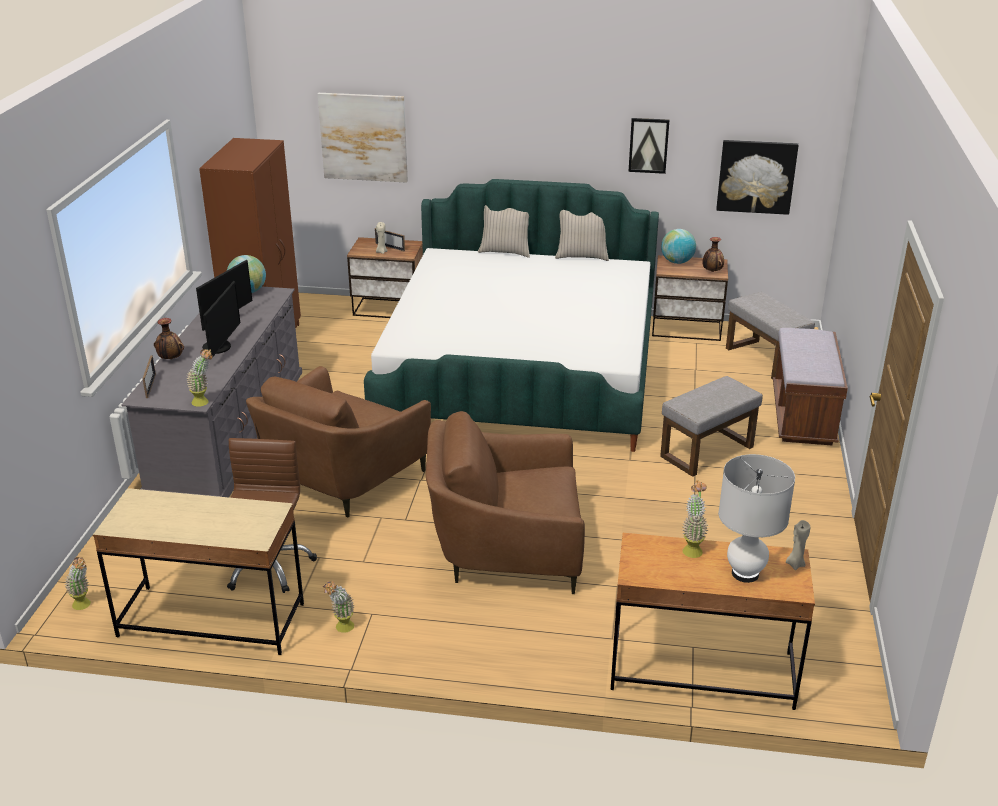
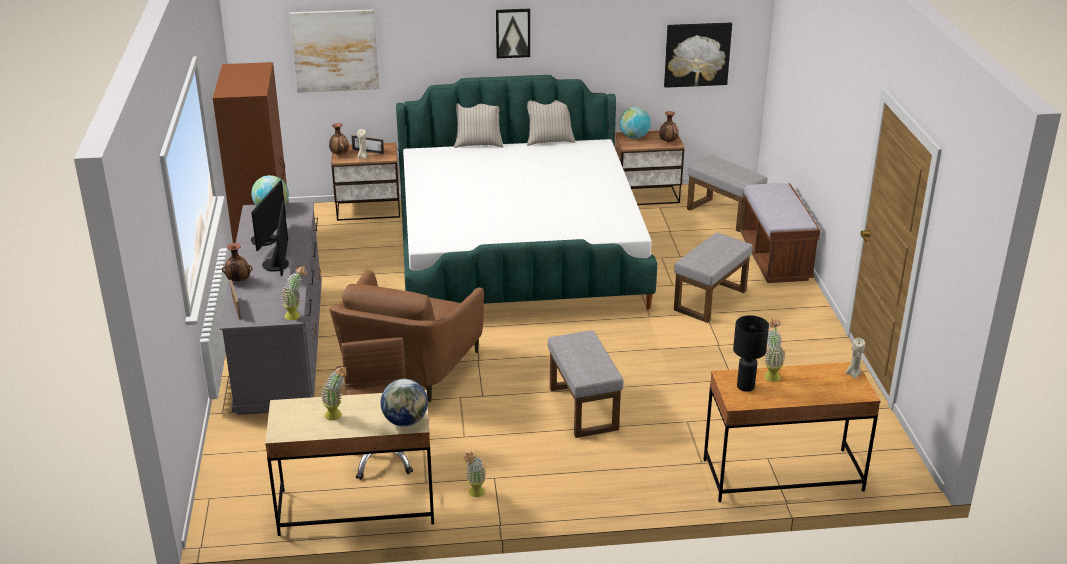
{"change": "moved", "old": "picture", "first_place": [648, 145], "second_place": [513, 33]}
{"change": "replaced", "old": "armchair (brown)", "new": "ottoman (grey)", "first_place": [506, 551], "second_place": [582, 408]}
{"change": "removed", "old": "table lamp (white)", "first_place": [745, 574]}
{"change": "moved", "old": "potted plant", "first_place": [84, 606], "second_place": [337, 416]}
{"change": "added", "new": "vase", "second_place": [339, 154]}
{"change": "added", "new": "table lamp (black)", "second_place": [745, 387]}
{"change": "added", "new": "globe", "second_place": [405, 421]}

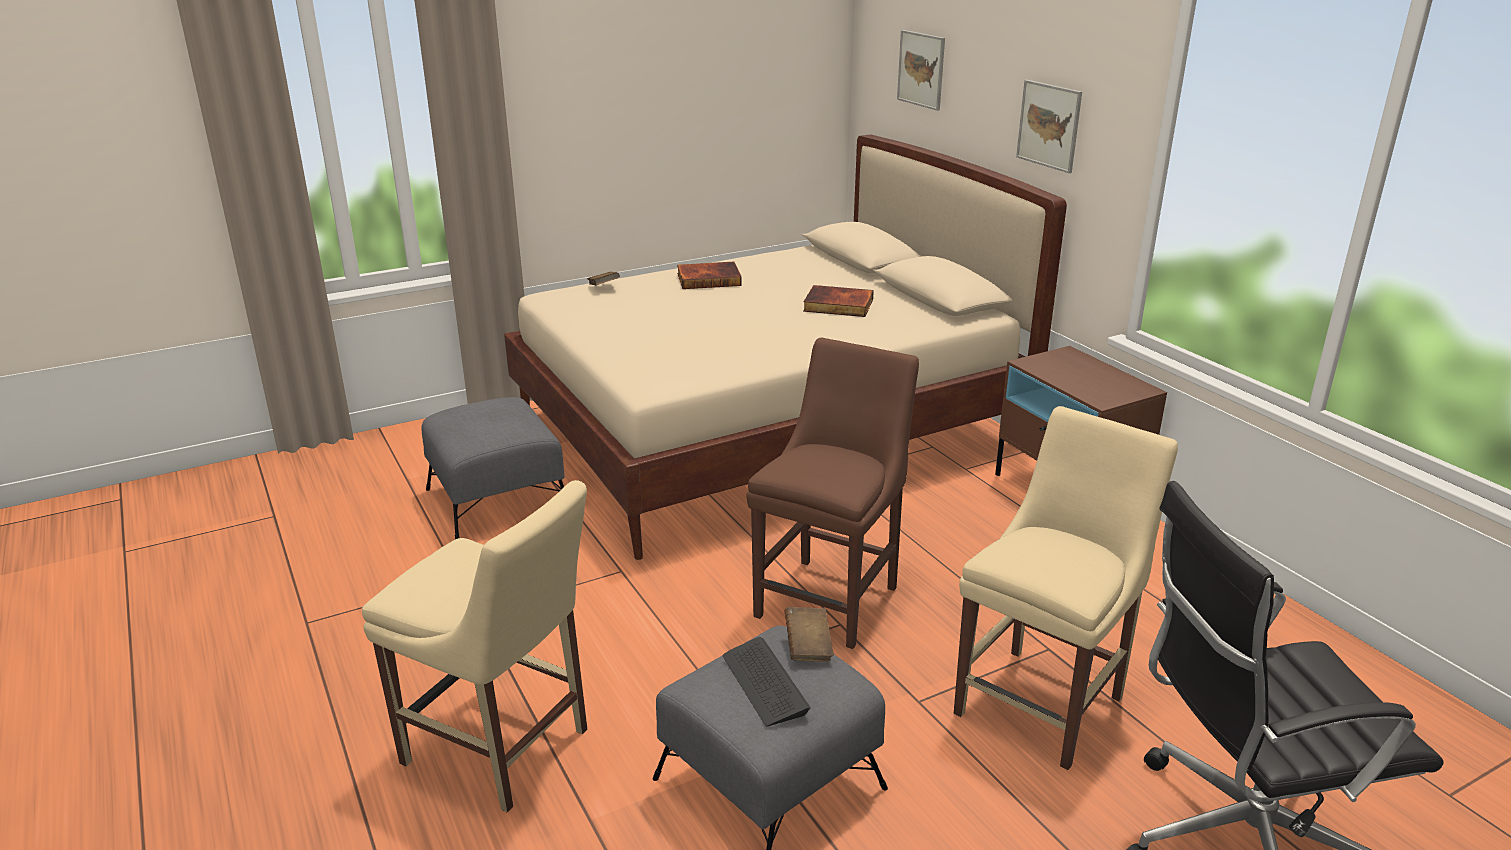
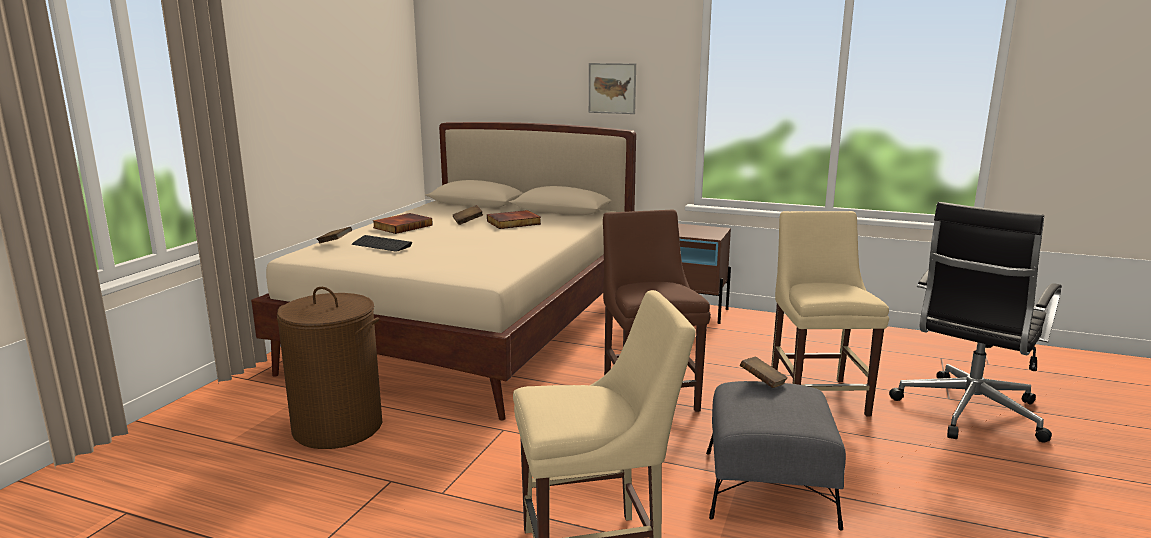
{"change": "removed", "old": "picture", "first_place": [921, 69]}
{"change": "replaced", "old": "ottoman (grey)", "new": "laundry basket (brown)", "first_place": [497, 501], "second_place": [338, 427]}
{"change": "moved", "old": "keyboard", "first_place": [764, 683], "second_place": [381, 245]}
{"change": "added", "new": "book (brown)", "second_place": [468, 222]}

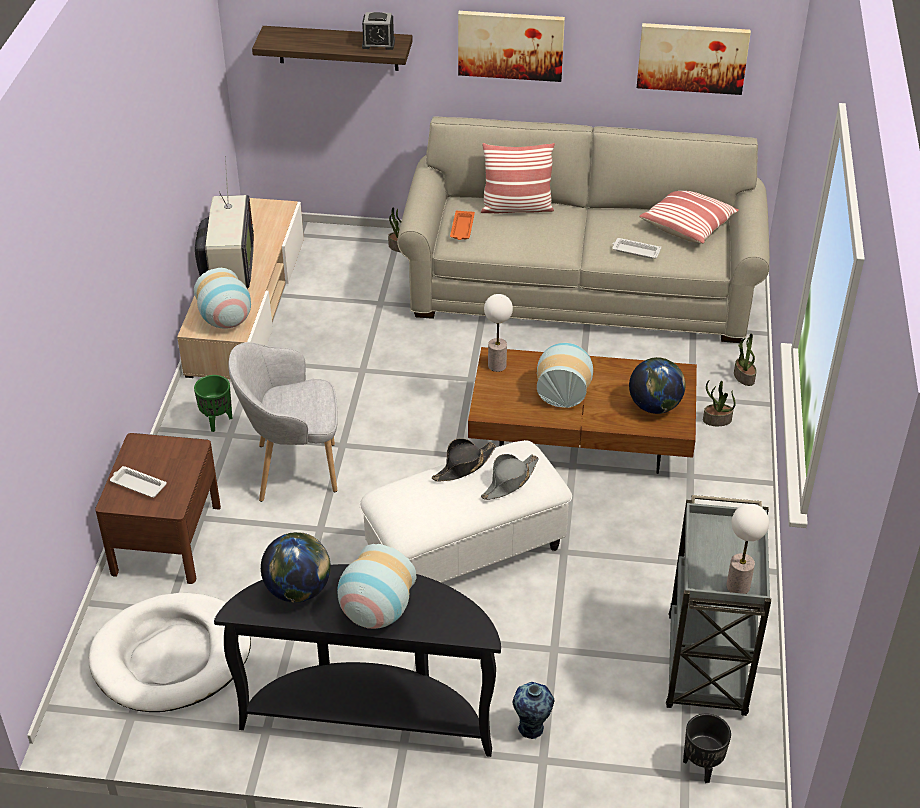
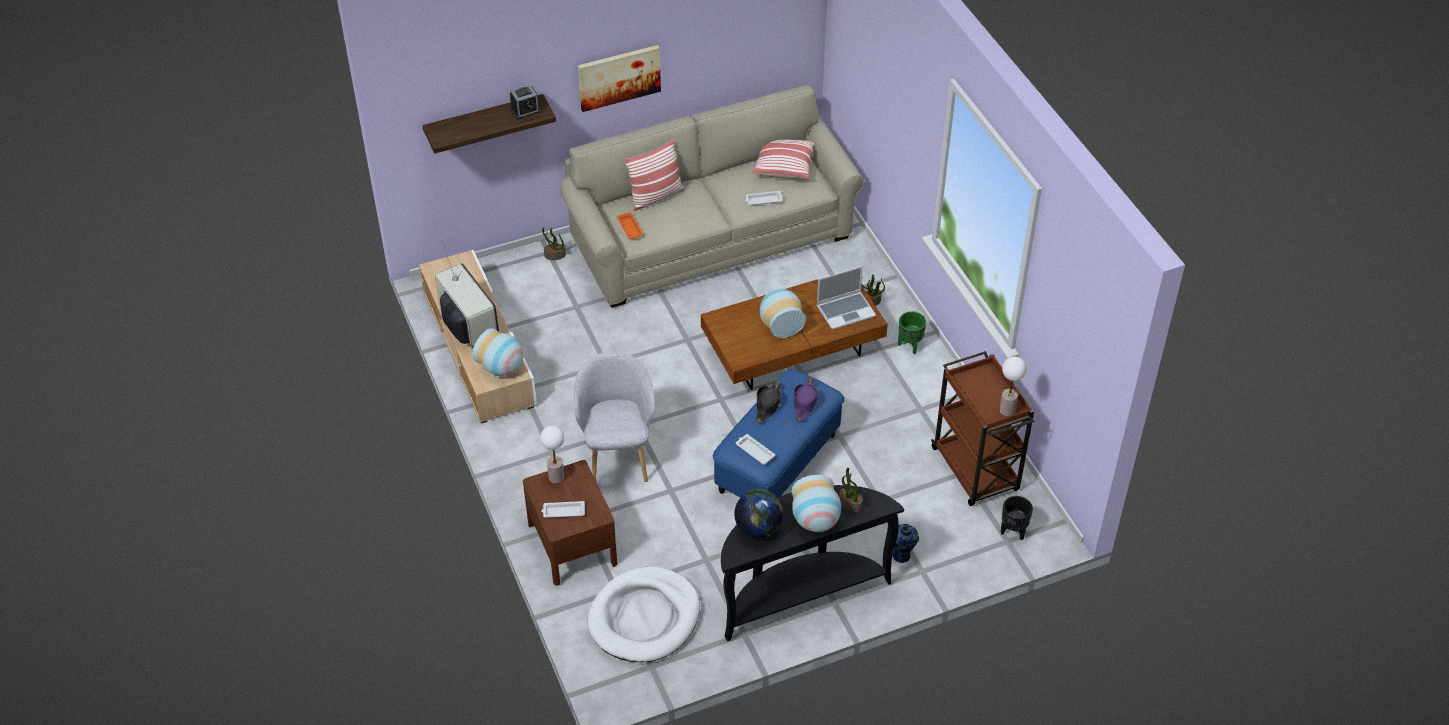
{"change": "removed", "old": "picture", "first_place": [692, 57]}
{"change": "moved", "old": "table lamp", "first_place": [497, 365], "second_place": [556, 477]}
{"change": "moved", "old": "potted plant", "first_place": [743, 377], "second_place": [849, 504]}
{"change": "turned", "old": "armchair (grey)", "first_place": [293, 470], "second_place": [618, 458], "degrees": 120}
{"change": "replaced", "old": "globe", "new": "laptop", "first_place": [654, 406], "second_place": [846, 311]}
{"change": "moved", "old": "planter (green)", "first_place": [217, 421], "second_place": [910, 345]}
{"change": "recoloured", "old": "ottoman (white)", "new": "ottoman (blue)", "first_place": [465, 553], "second_place": [778, 464]}
{"change": "recoloured", "old": "hat (grey)", "new": "hat (purple)", "first_place": [509, 481], "second_place": [805, 403]}
{"change": "recoloured", "old": "cart (grey)", "new": "cart (brown)", "first_place": [706, 667], "second_place": [976, 471]}
{"change": "added", "new": "tray (white)", "second_place": [754, 451]}

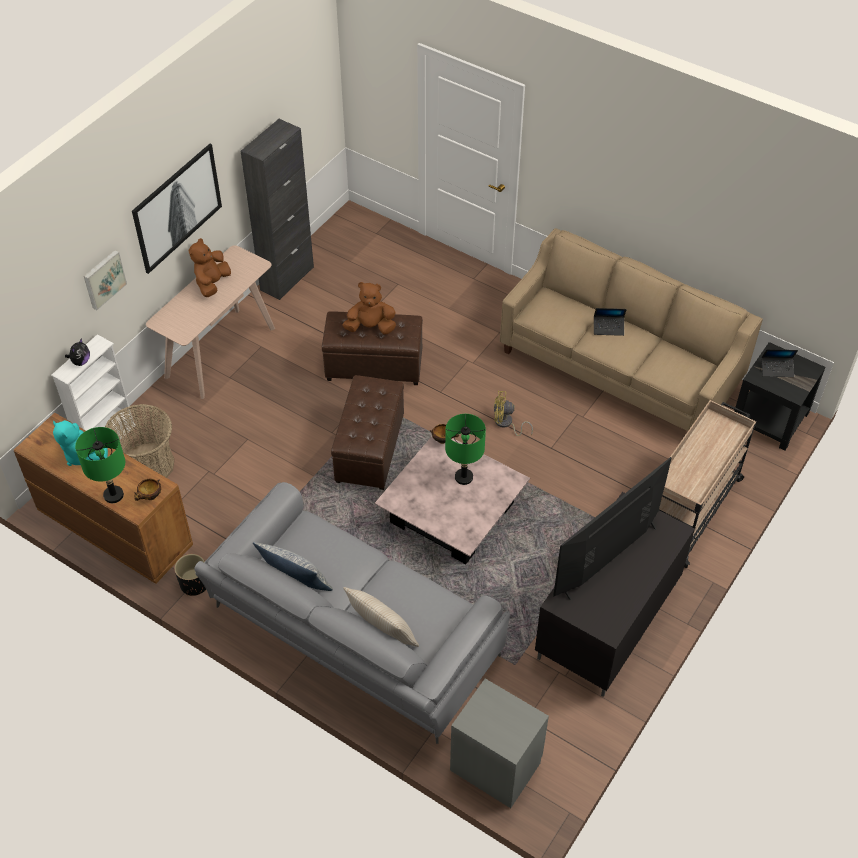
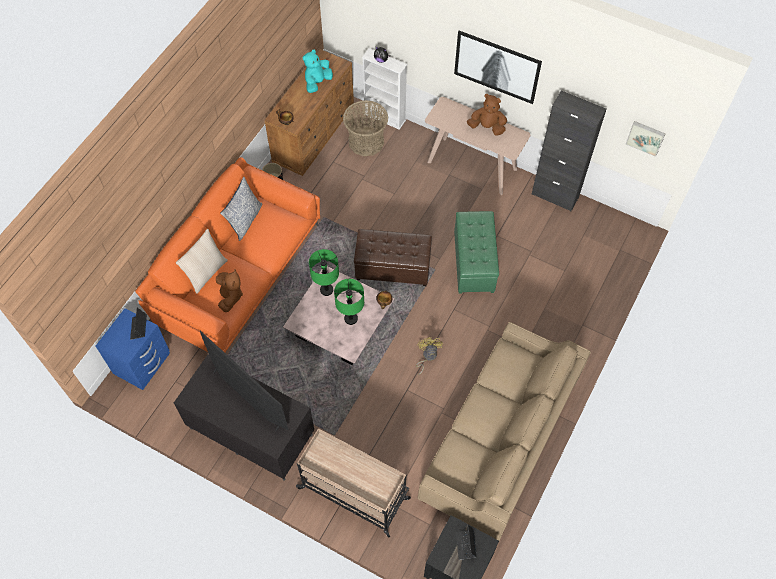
{"change": "moved", "old": "picture", "first_place": [103, 279], "second_place": [645, 137]}
{"change": "moved", "old": "plush toy (brown)", "first_place": [370, 327], "second_place": [230, 296]}
{"change": "moved", "old": "laptop", "first_place": [608, 328], "second_place": [139, 328]}
{"change": "recoloured", "old": "ottoman (brown)", "new": "ottoman (green)", "first_place": [374, 365], "second_place": [474, 262]}
{"change": "moved", "old": "table lamp (green)", "first_place": [113, 495], "second_place": [326, 290]}
{"change": "recoloured", "old": "sofa (grey)", "new": "sofa (orange)", "first_place": [352, 634], "second_place": [238, 273]}
{"change": "recoloured", "old": "nightstand (grey)", "new": "nightstand (blue)", "first_place": [496, 765], "second_place": [142, 364]}

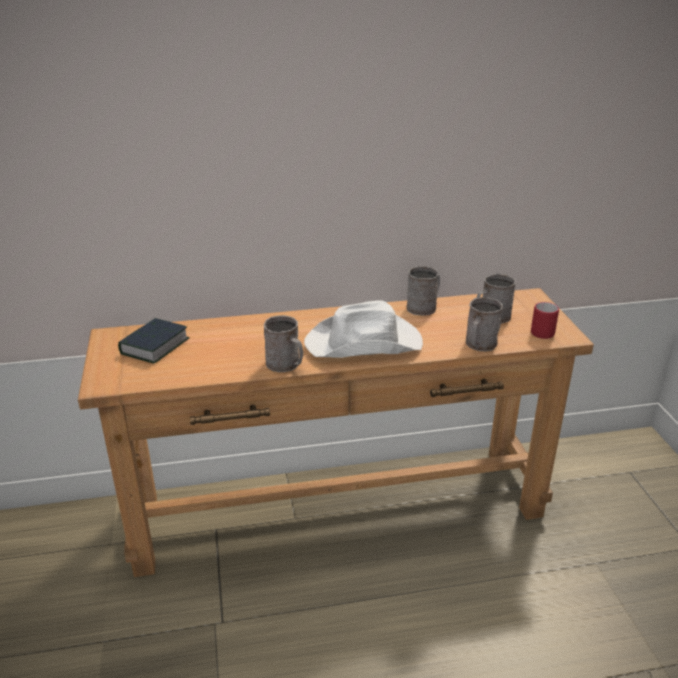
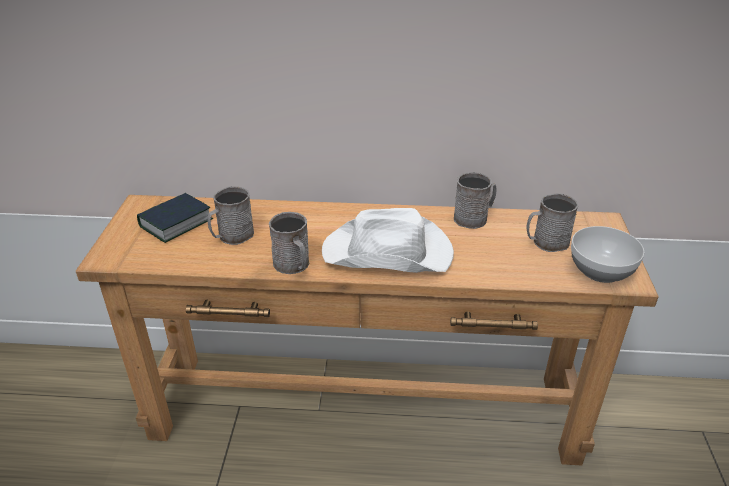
{"change": "moved", "old": "mug (grey)", "first_place": [479, 345], "second_place": [232, 237]}
{"change": "replaced", "old": "mug (red)", "new": "bowl", "first_place": [542, 331], "second_place": [600, 270]}

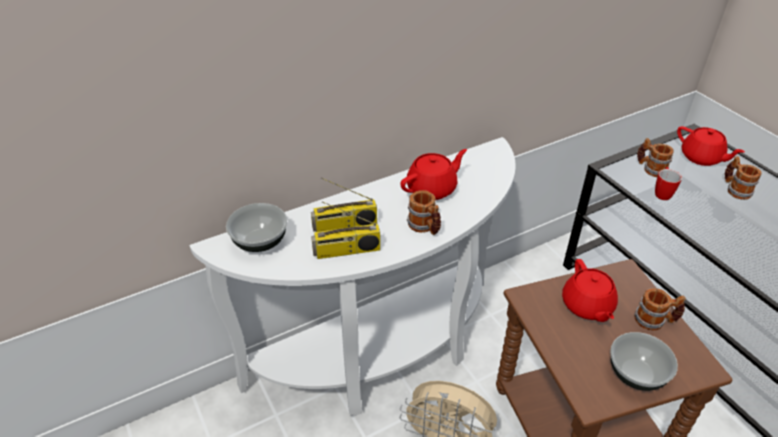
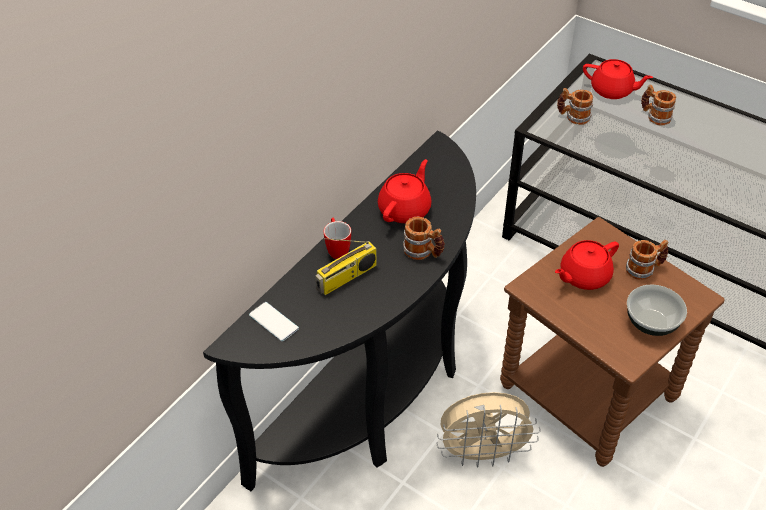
{"change": "recoloured", "old": "console table (white)", "new": "console table (black)", "first_place": [385, 355], "second_place": [377, 395]}
{"change": "moved", "old": "mug", "first_place": [662, 193], "second_place": [337, 249]}
{"change": "removed", "old": "radio", "first_place": [346, 251]}
{"change": "replaced", "old": "bowl", "new": "phone", "first_place": [260, 241], "second_place": [274, 322]}
{"change": "turned", "old": "teapot (red)", "first_place": [587, 306], "second_place": [583, 276], "degrees": 90}

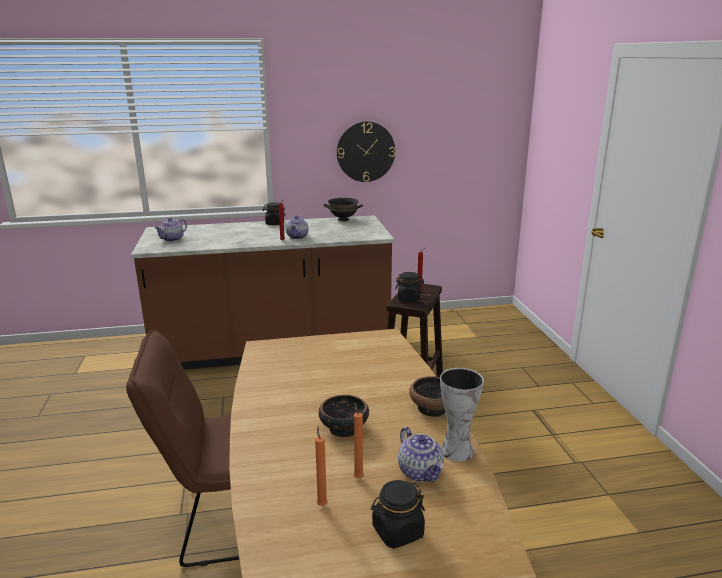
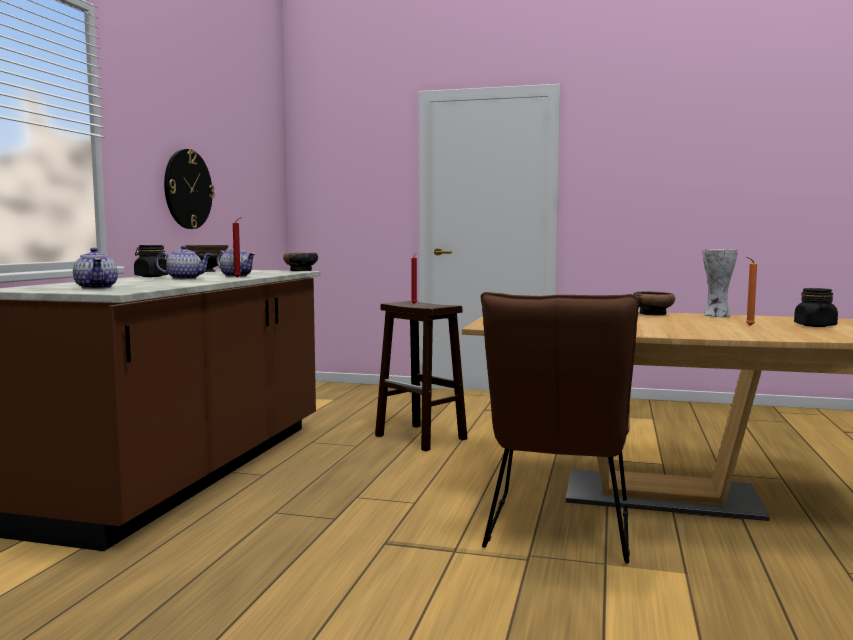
{"change": "removed", "old": "jar (black)", "first_place": [409, 298]}
{"change": "moved", "old": "bowl", "first_place": [343, 428], "second_place": [300, 271]}
{"change": "removed", "old": "candle (orange)", "first_place": [322, 504]}
{"change": "moved", "old": "teapot", "first_place": [421, 472], "second_place": [185, 278]}

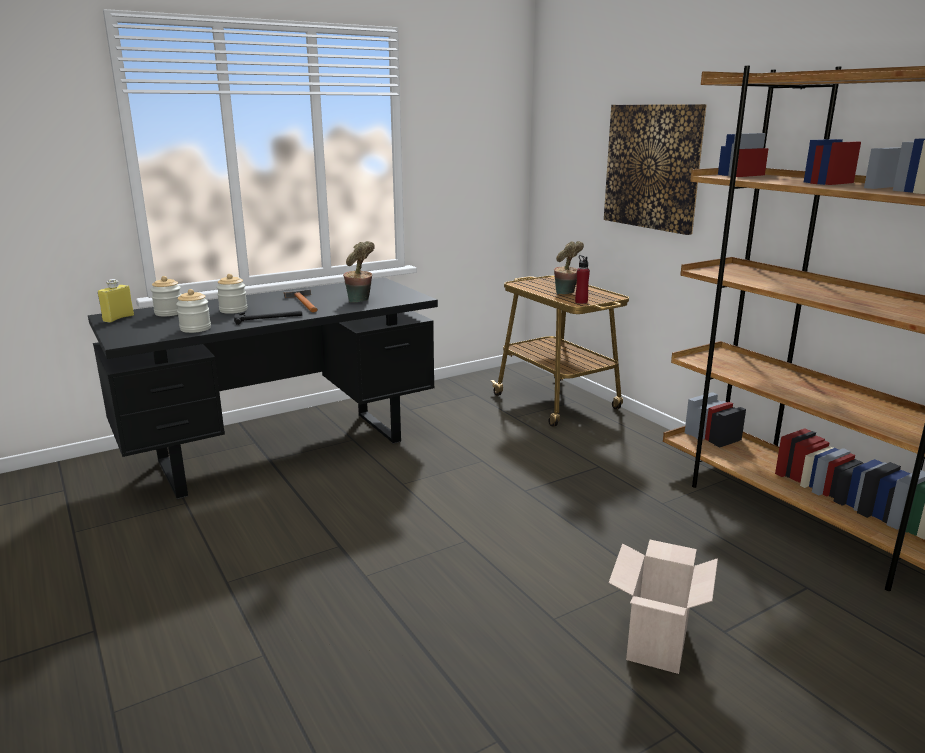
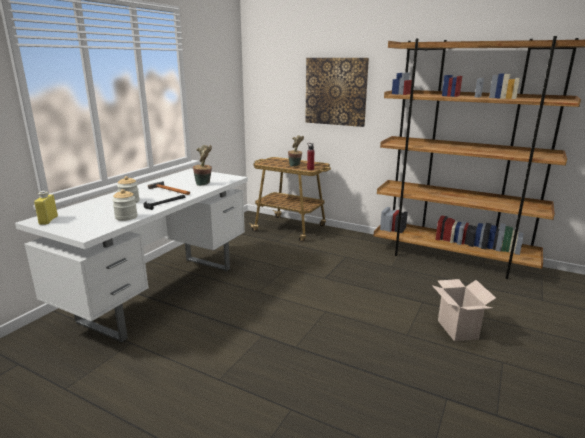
{"change": "removed", "old": "jar", "first_place": [169, 313]}
{"change": "recoloured", "old": "desk (black)", "new": "desk (white)", "first_place": [283, 450], "second_place": [161, 292]}

